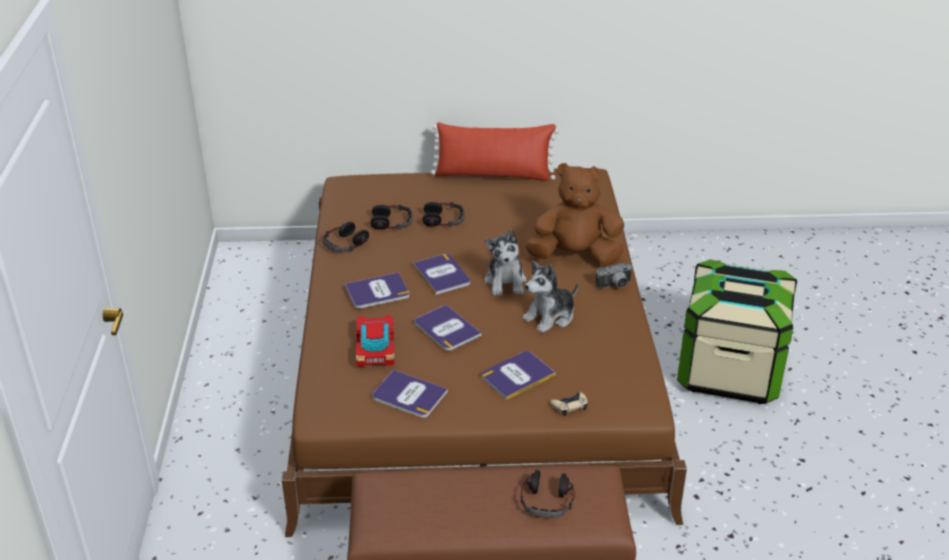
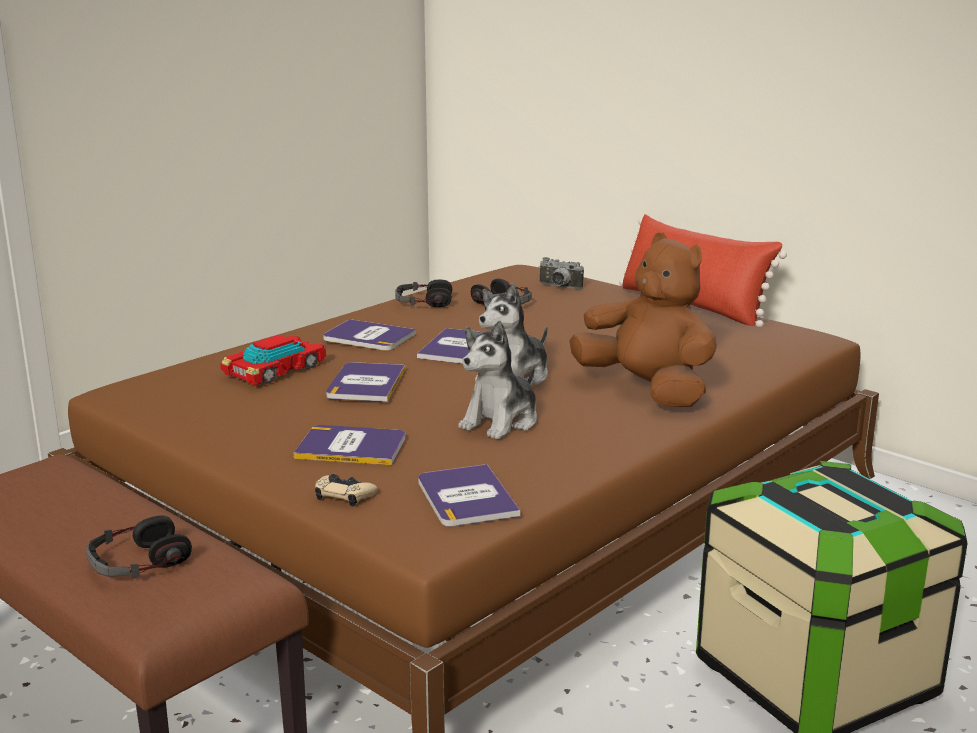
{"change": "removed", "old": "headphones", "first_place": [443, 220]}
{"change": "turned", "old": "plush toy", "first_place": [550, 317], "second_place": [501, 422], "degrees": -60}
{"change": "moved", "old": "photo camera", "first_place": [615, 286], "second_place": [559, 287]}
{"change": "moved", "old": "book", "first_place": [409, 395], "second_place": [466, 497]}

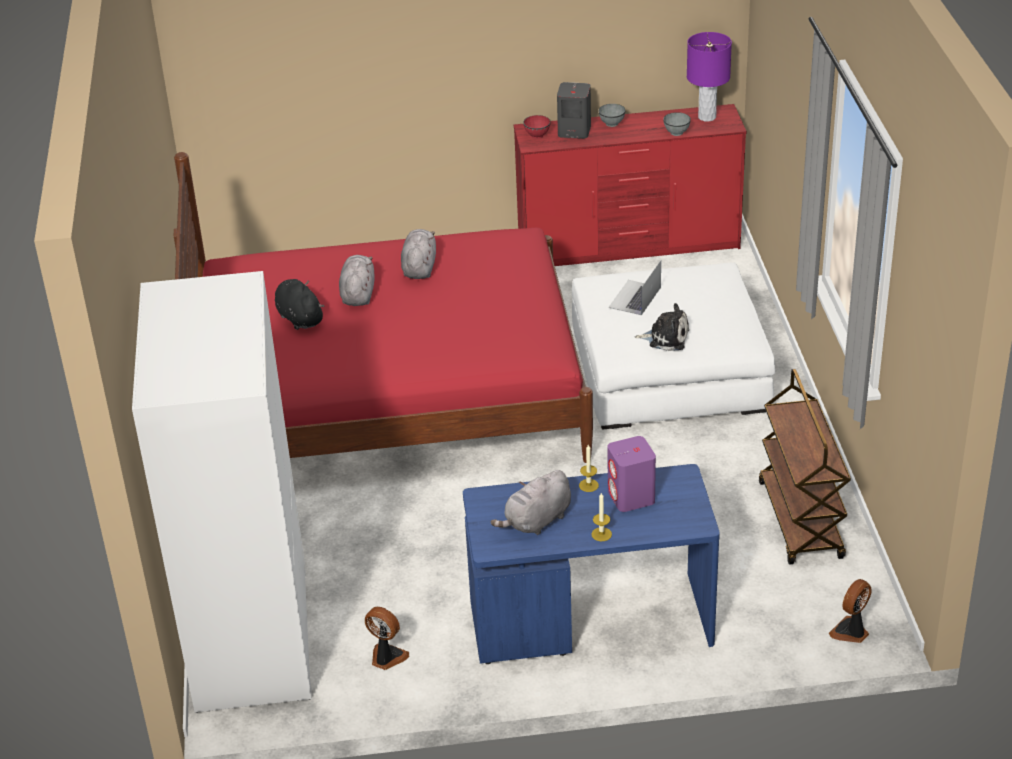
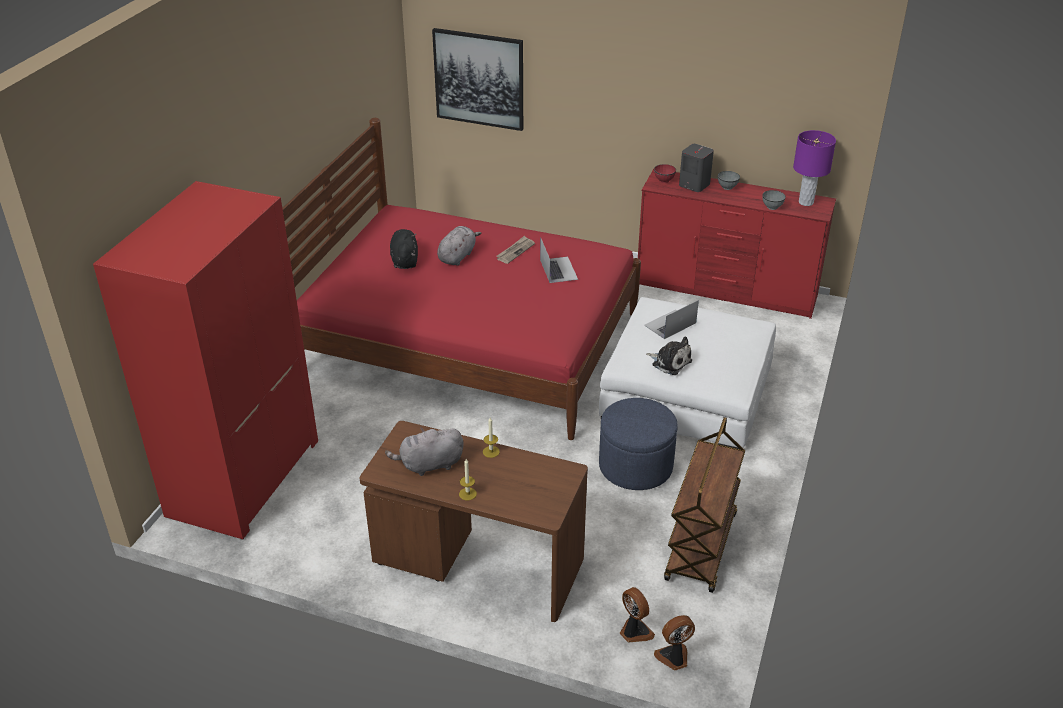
{"change": "replaced", "old": "plush toy (grey)", "new": "newspaper", "first_place": [419, 267], "second_place": [515, 251]}
{"change": "recoloured", "old": "wardrobe (white)", "new": "wardrobe (red)", "first_place": [250, 635], "second_place": [243, 477]}
{"change": "removed", "old": "speaker (purple)", "first_place": [631, 497]}
{"change": "recoloured", "old": "desk (blue)", "new": "desk (brown)", "first_place": [590, 622], "second_place": [477, 563]}
{"change": "moved", "old": "fan", "first_place": [386, 657], "second_place": [634, 632]}
{"change": "added", "new": "picture", "second_place": [479, 79]}
{"change": "added", "new": "laptop", "second_place": [558, 269]}
{"change": "added", "new": "ottoman (blue)", "second_place": [635, 466]}

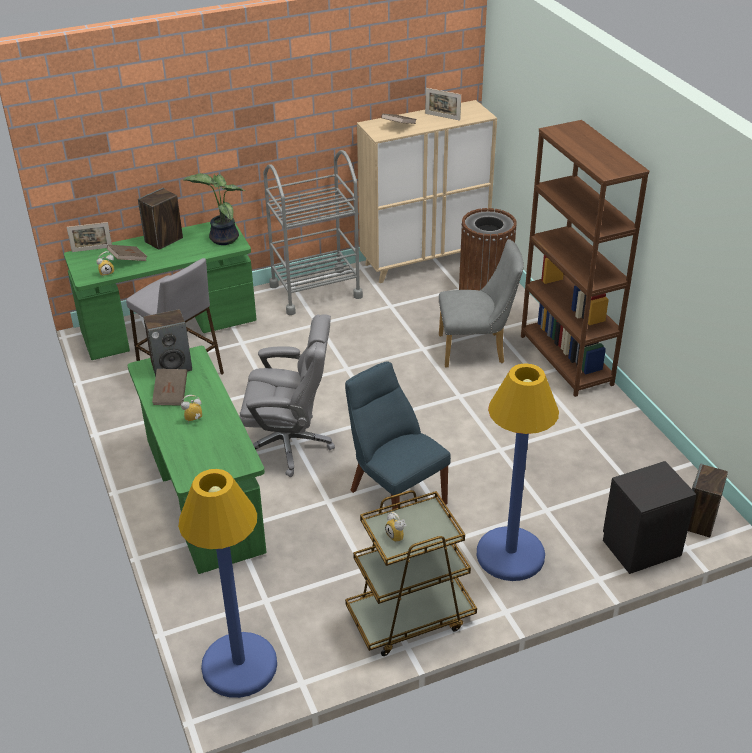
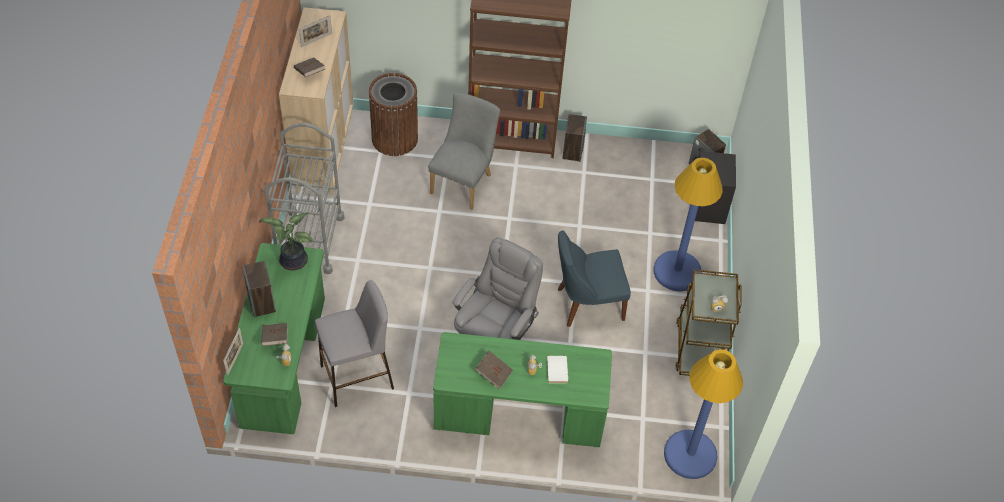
{"change": "moved", "old": "speaker", "first_place": [172, 366], "second_place": [572, 151]}
{"change": "added", "new": "book (white)", "second_place": [558, 370]}

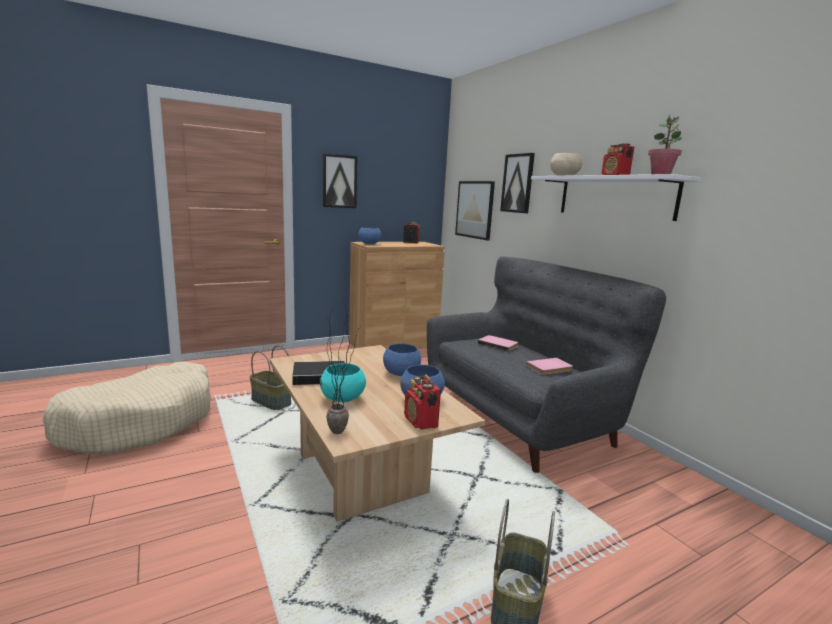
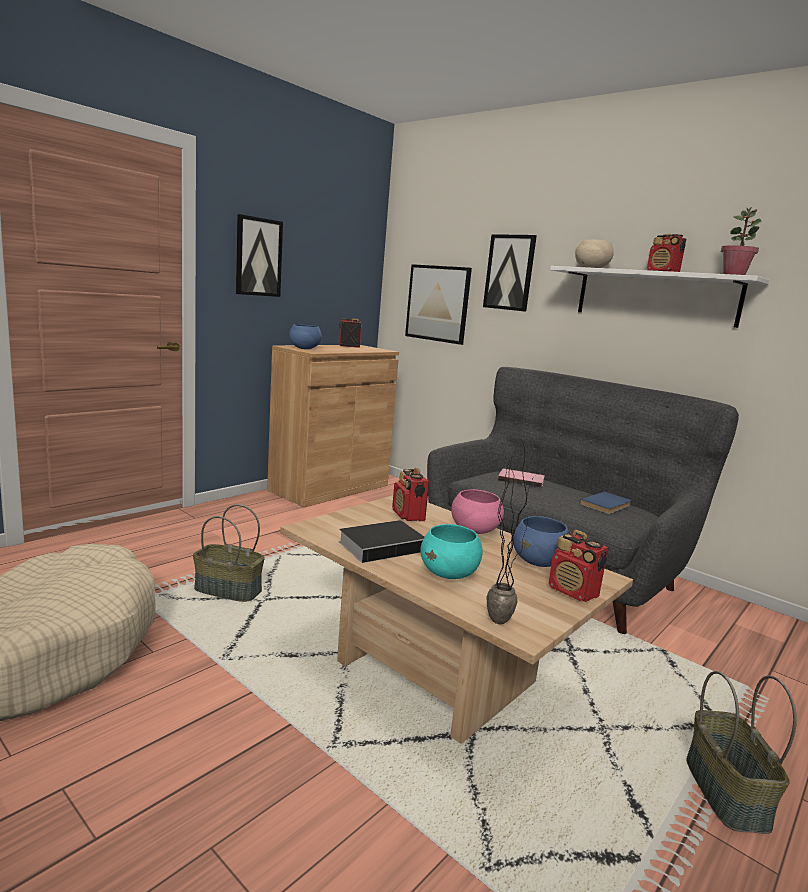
{"change": "recoloured", "old": "bowl (blue)", "new": "bowl (pink)", "first_place": [400, 373], "second_place": [474, 530]}
{"change": "recoloured", "old": "book (pink)", "new": "book (blue)", "first_place": [550, 368], "second_place": [607, 505]}
{"change": "added", "new": "radio", "second_place": [408, 515]}

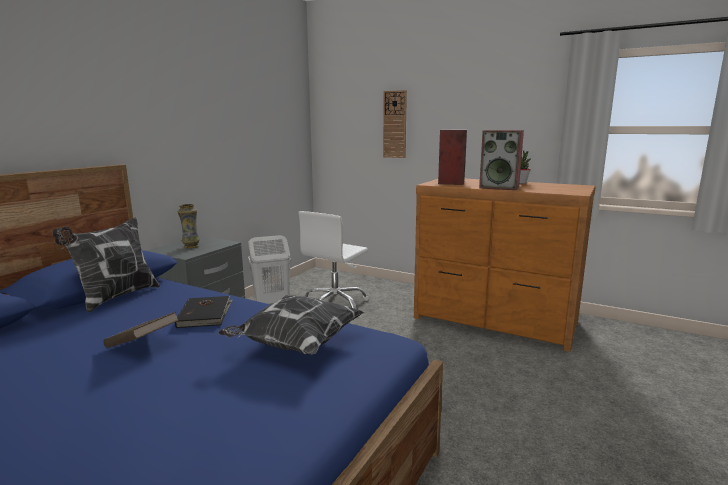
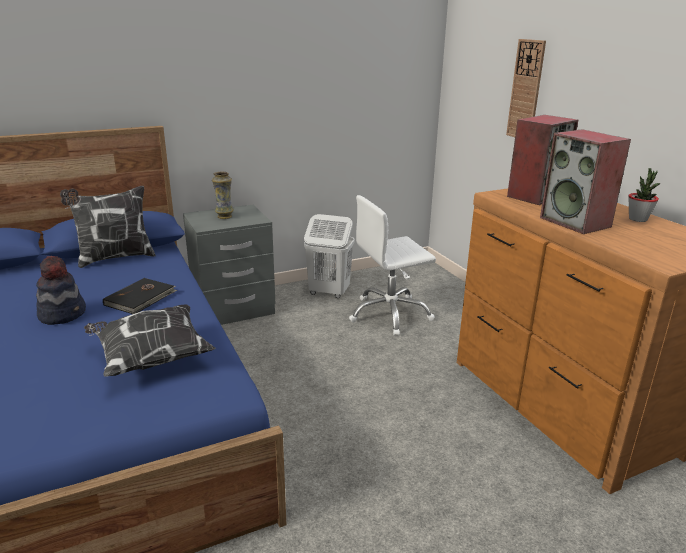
{"change": "replaced", "old": "book (brown)", "new": "hat", "first_place": [143, 345], "second_place": [63, 314]}

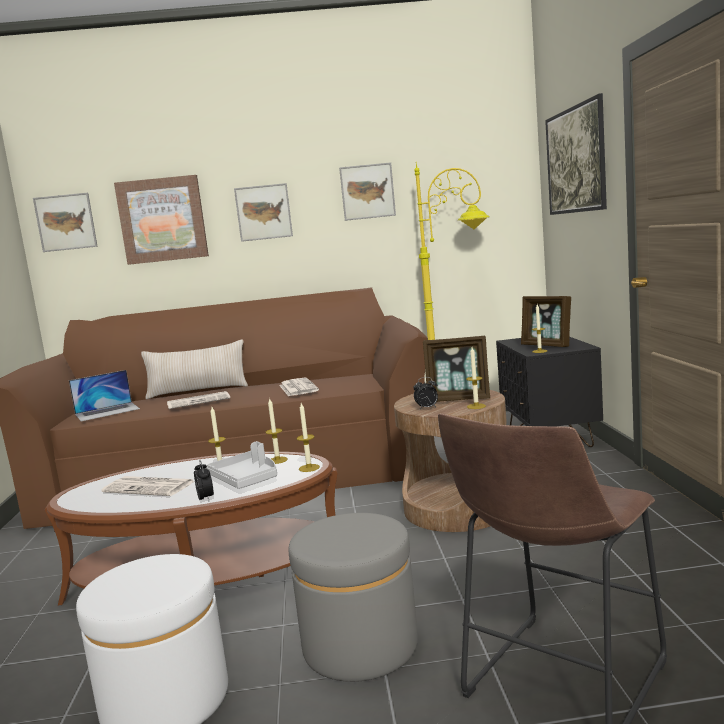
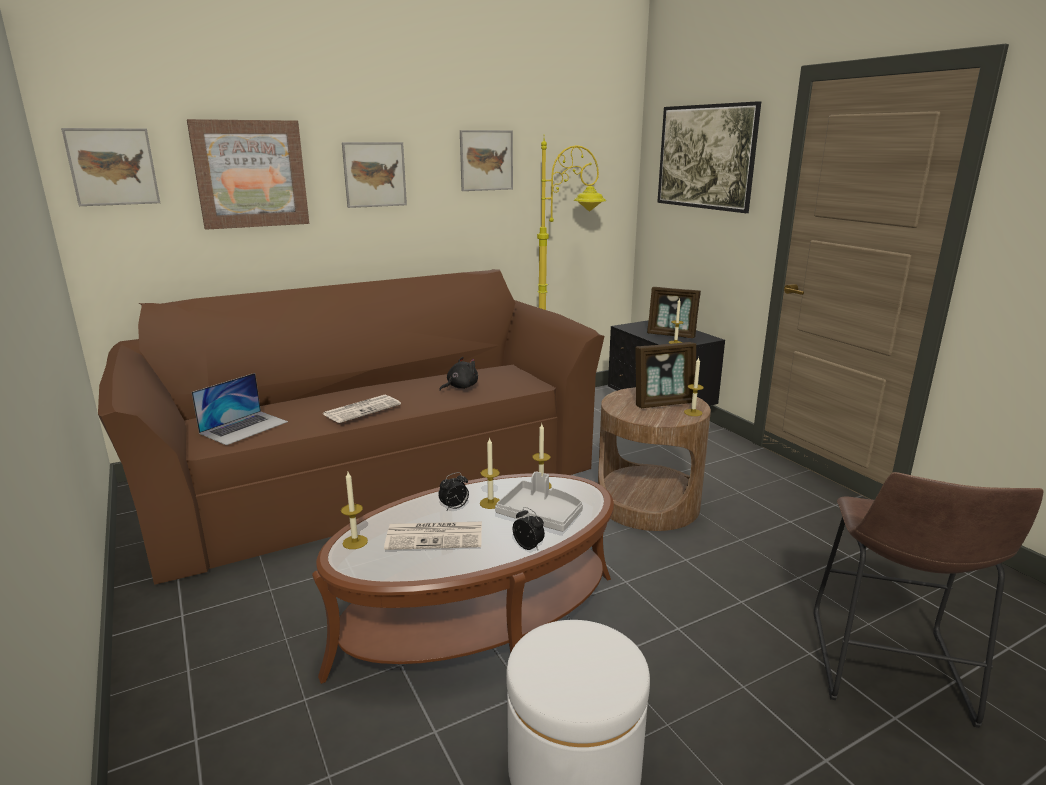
{"change": "removed", "old": "pillow (beige)", "first_place": [198, 391]}
{"change": "moved", "old": "alarm clock", "first_place": [427, 408], "second_place": [454, 508]}
{"change": "replaced", "old": "newspaper", "new": "plush toy (black)", "first_place": [297, 388], "second_place": [460, 387]}
{"change": "moved", "old": "candle", "first_place": [309, 468], "second_place": [355, 542]}
{"change": "removed", "old": "ottoman (grey)", "first_place": [360, 646]}

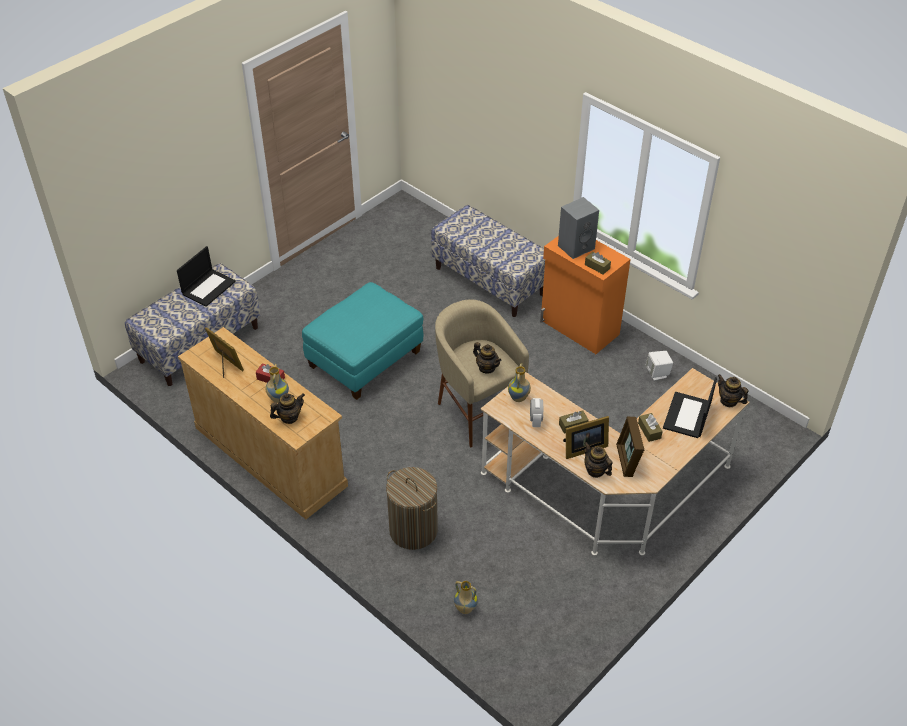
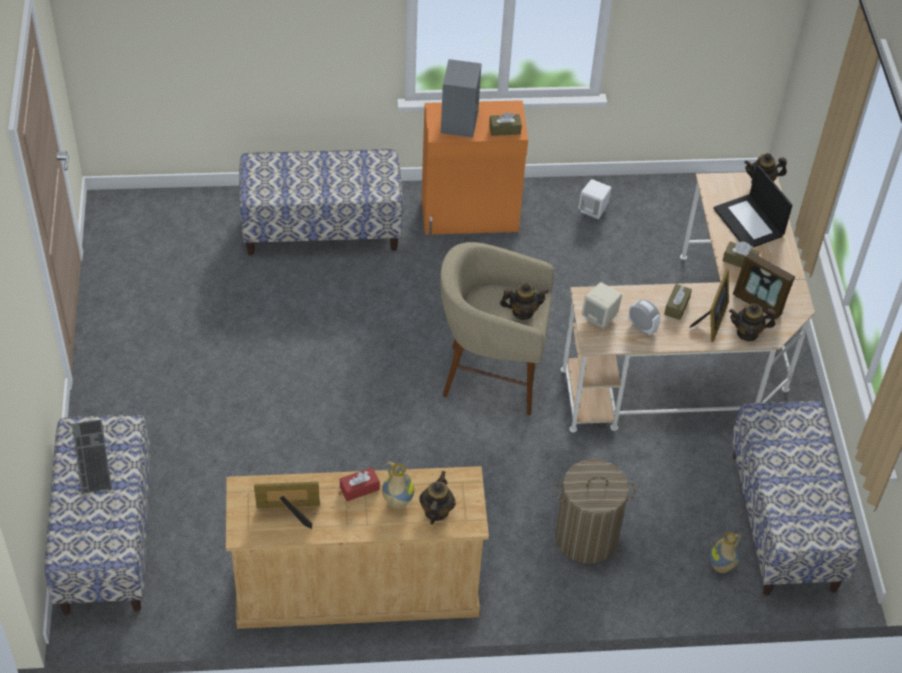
{"change": "replaced", "old": "laptop", "new": "keyboard", "first_place": [208, 287], "second_place": [90, 456]}
{"change": "removed", "old": "ottoman (turquoise)", "first_place": [365, 359]}
{"change": "replaced", "old": "vase", "new": "speaker (beige)", "first_place": [519, 398], "second_place": [600, 317]}
{"change": "added", "new": "bench", "second_place": [784, 521]}

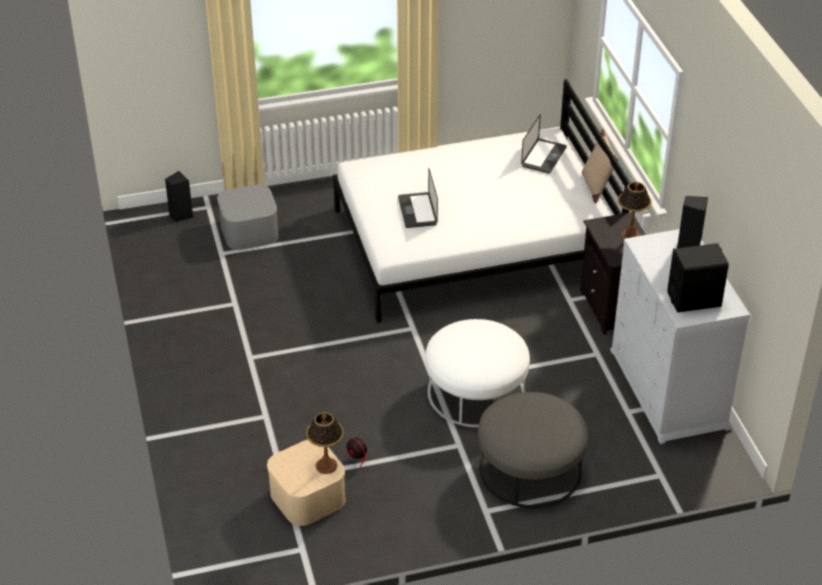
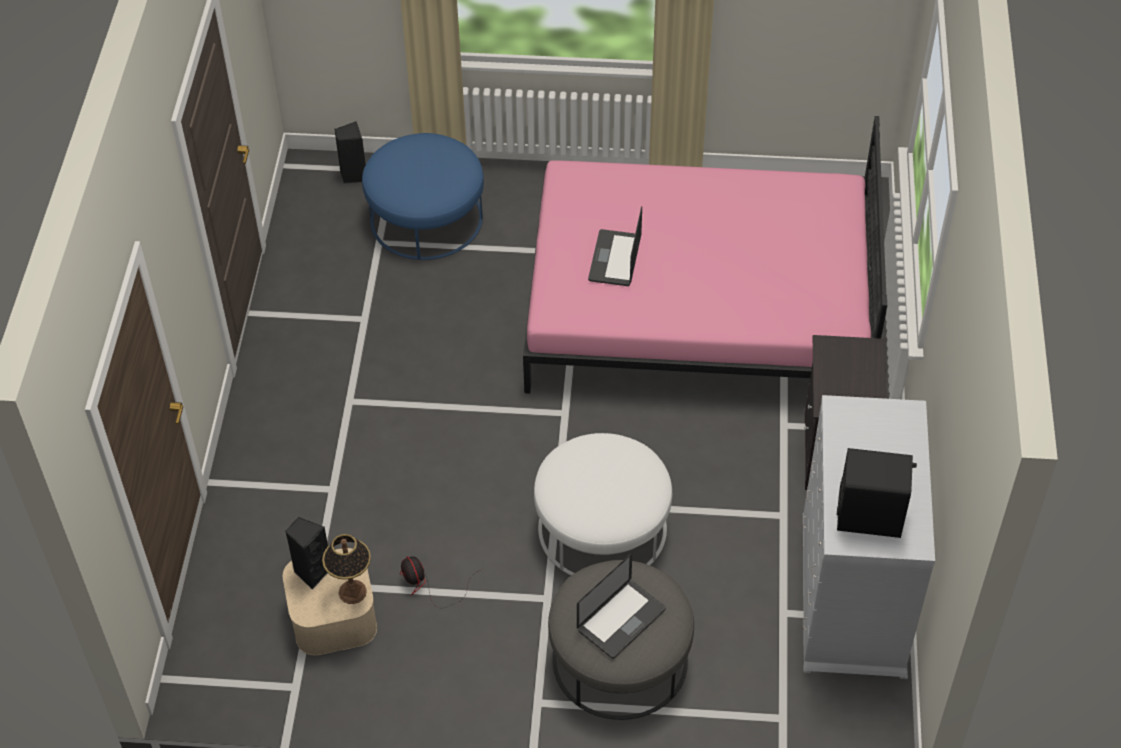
{"change": "recoloured", "old": "bed (white)", "new": "bed (pink)", "first_place": [474, 243], "second_place": [699, 307]}
{"change": "moved", "old": "laptop", "first_place": [543, 157], "second_place": [621, 620]}
{"change": "removed", "old": "pillow (beige)", "first_place": [596, 186]}
{"change": "removed", "old": "table lamp", "first_place": [630, 235]}
{"change": "replaced", "old": "storage box (grey)", "new": "ottoman (blue)", "first_place": [249, 231], "second_place": [426, 218]}
{"change": "moved", "old": "speaker (black)", "first_place": [689, 245], "second_place": [312, 572]}

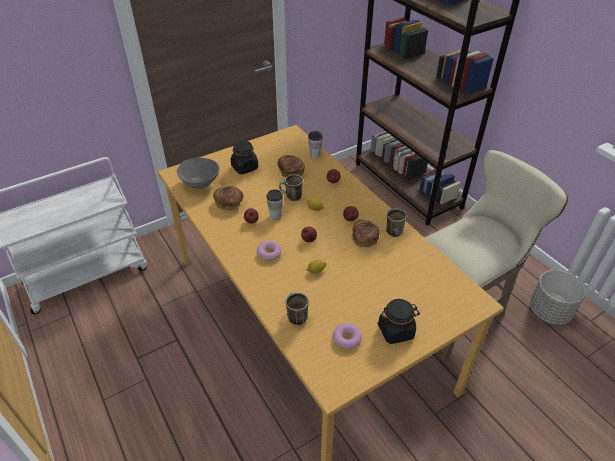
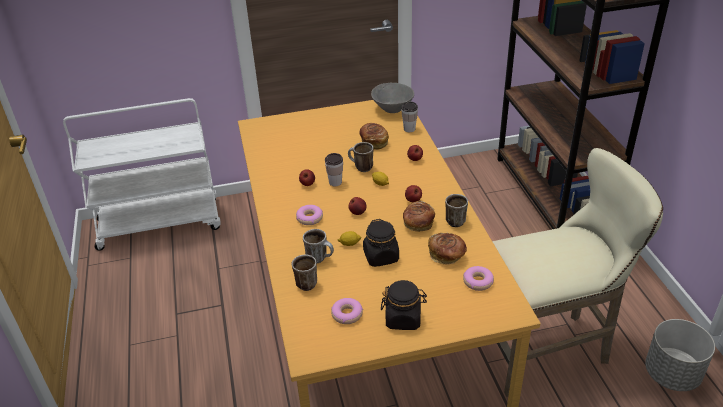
{"change": "moved", "old": "jar (black)", "first_place": [245, 167], "second_place": [381, 256]}
{"change": "moved", "old": "bowl (grey)", "first_place": [200, 183], "second_place": [392, 108]}
{"change": "moved", "old": "bread", "first_place": [229, 203], "second_place": [447, 255]}
{"change": "added", "new": "mug", "second_place": [320, 258]}
{"change": "added", "new": "donut", "second_place": [478, 281]}

